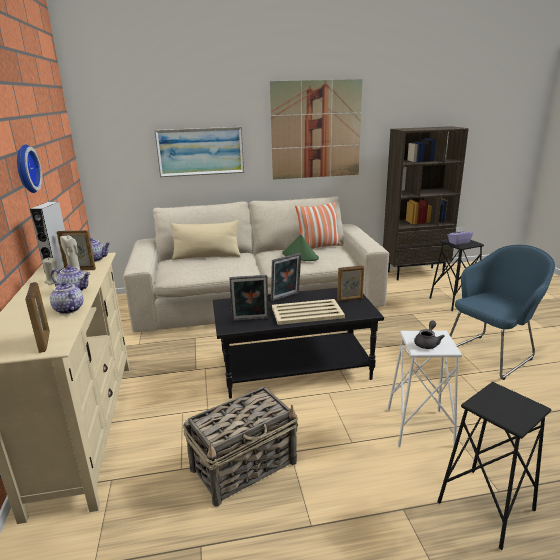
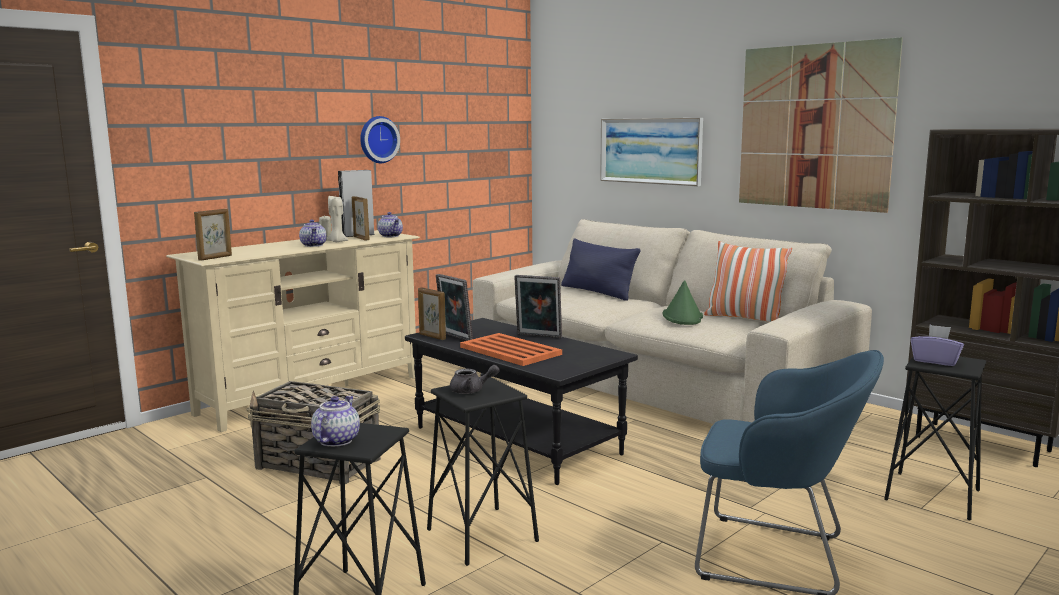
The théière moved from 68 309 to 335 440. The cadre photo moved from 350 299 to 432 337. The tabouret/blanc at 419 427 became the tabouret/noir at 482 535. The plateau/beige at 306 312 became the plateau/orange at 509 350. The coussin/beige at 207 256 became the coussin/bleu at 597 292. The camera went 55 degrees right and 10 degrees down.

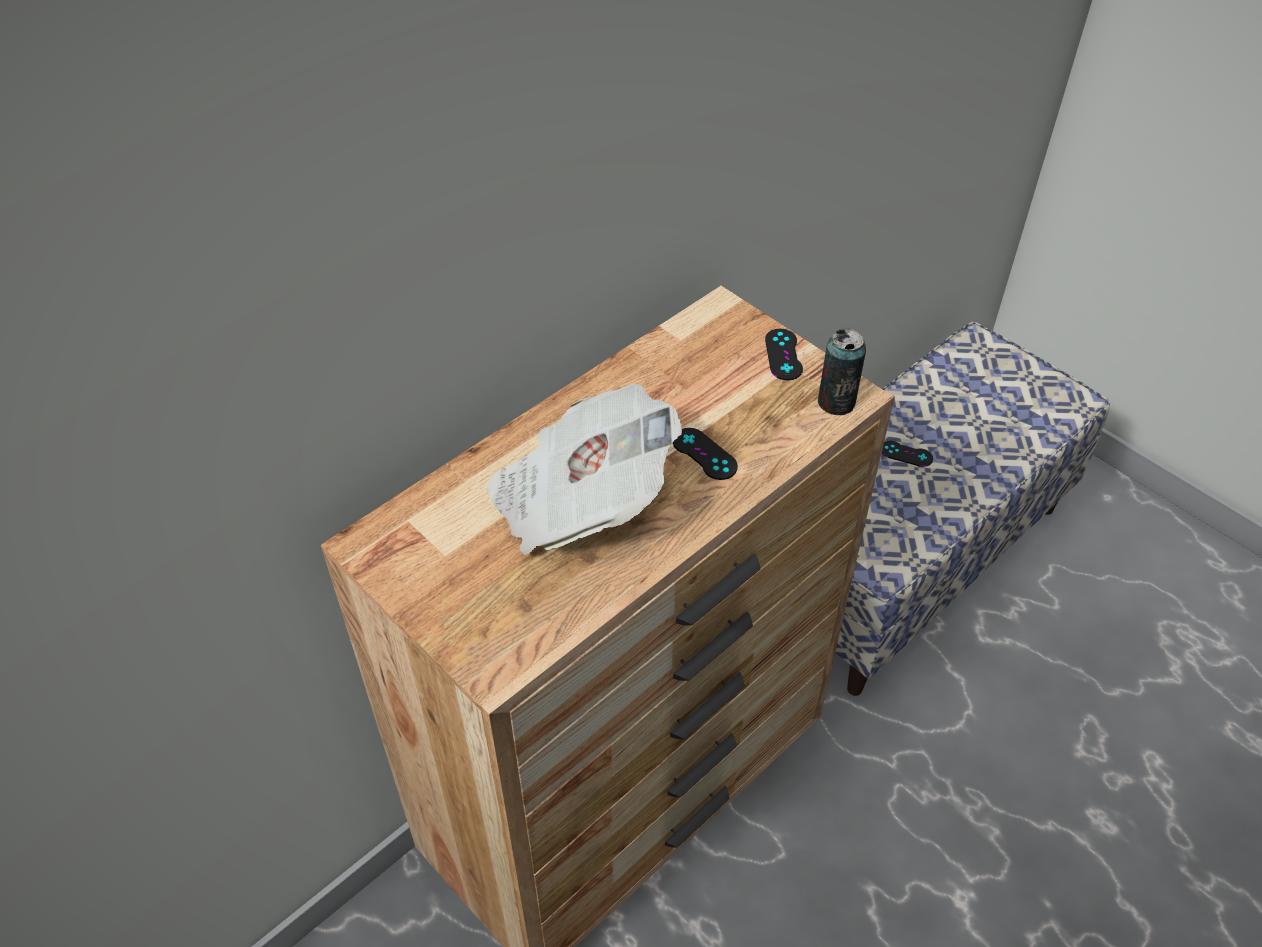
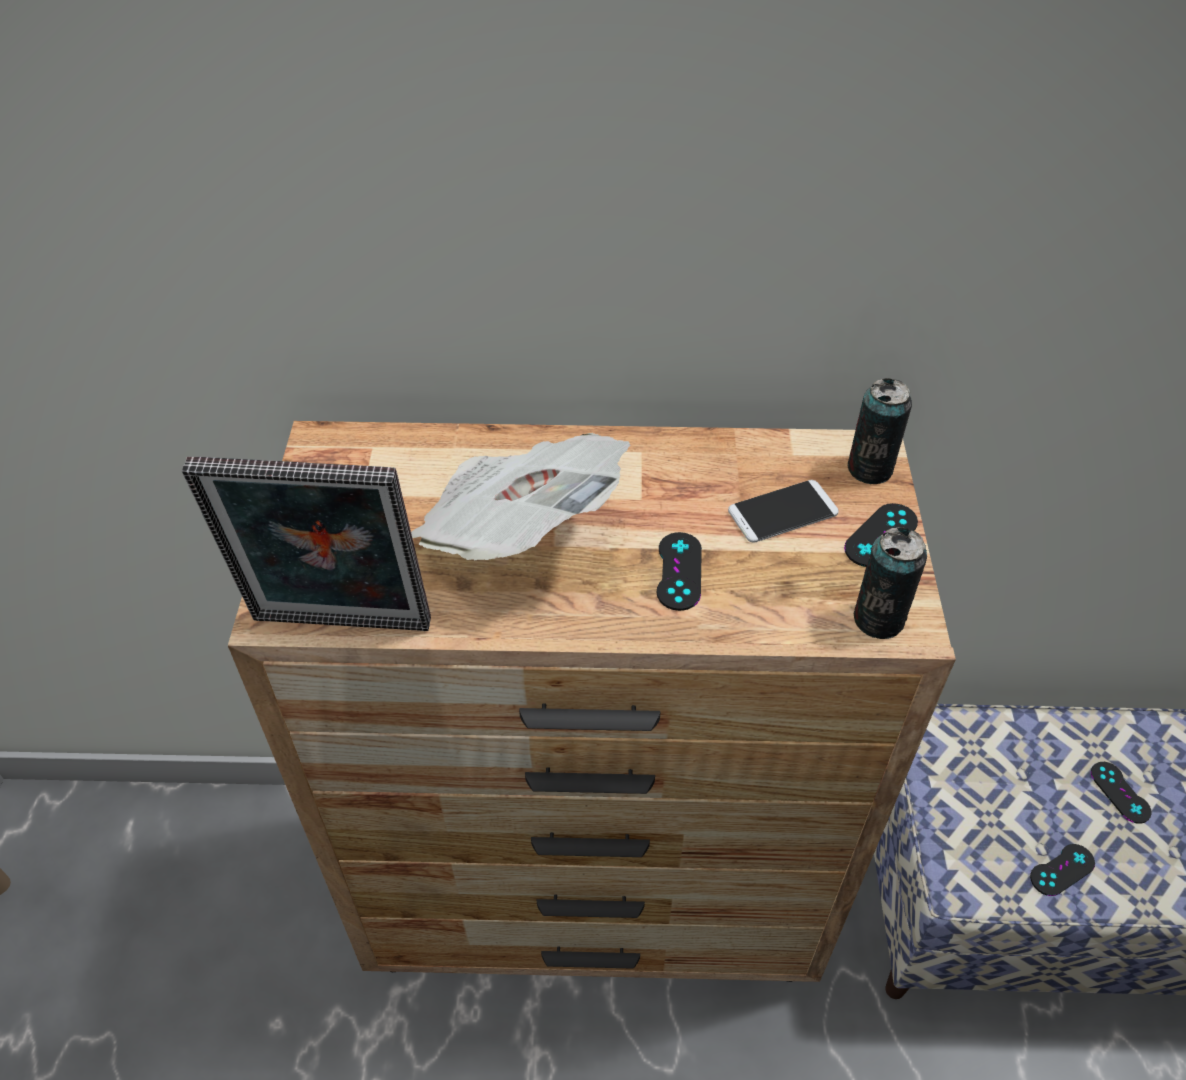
The cadre photo at 339 629 appeared. The téléphone at 782 512 appeared. The boîte métallique at 869 468 appeared. The manette/noir at 1062 870 appeared. The camera went 45 degrees right and 0 degrees up.

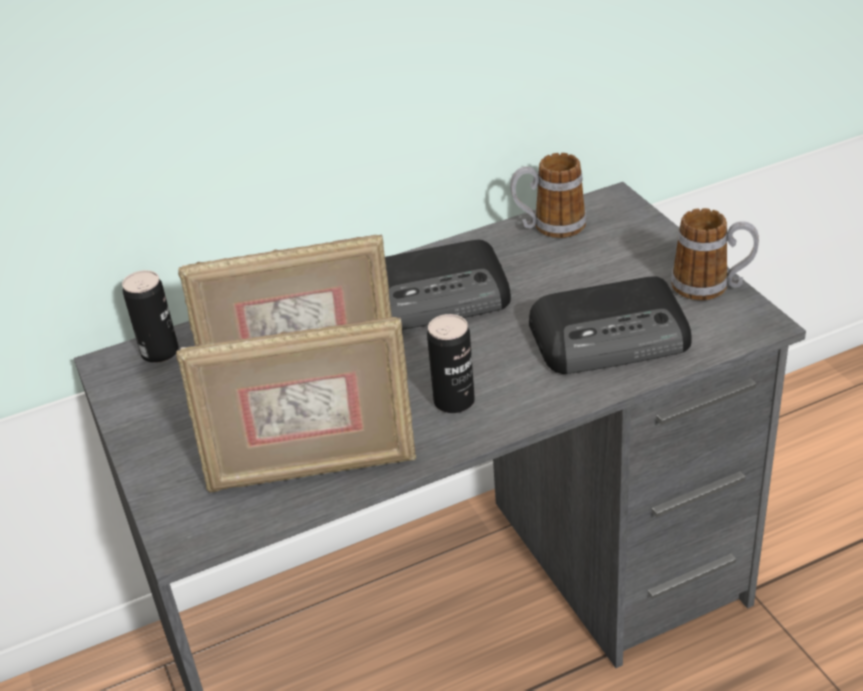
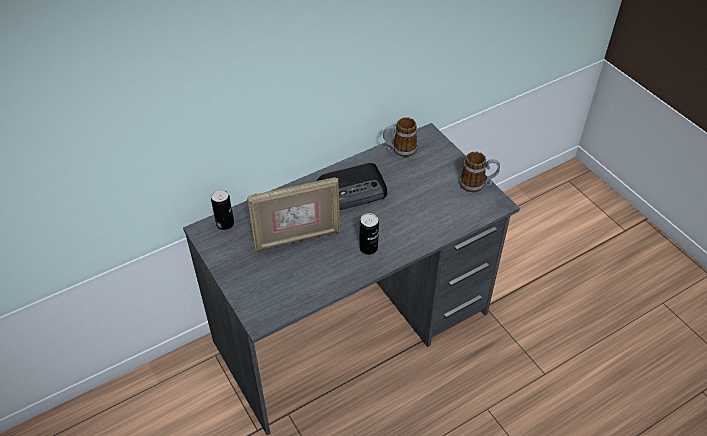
The cadre photo at 312 469 disappeared. The radio at 613 337 disappeared. The camera went 10 degrees left and 10 degrees up.

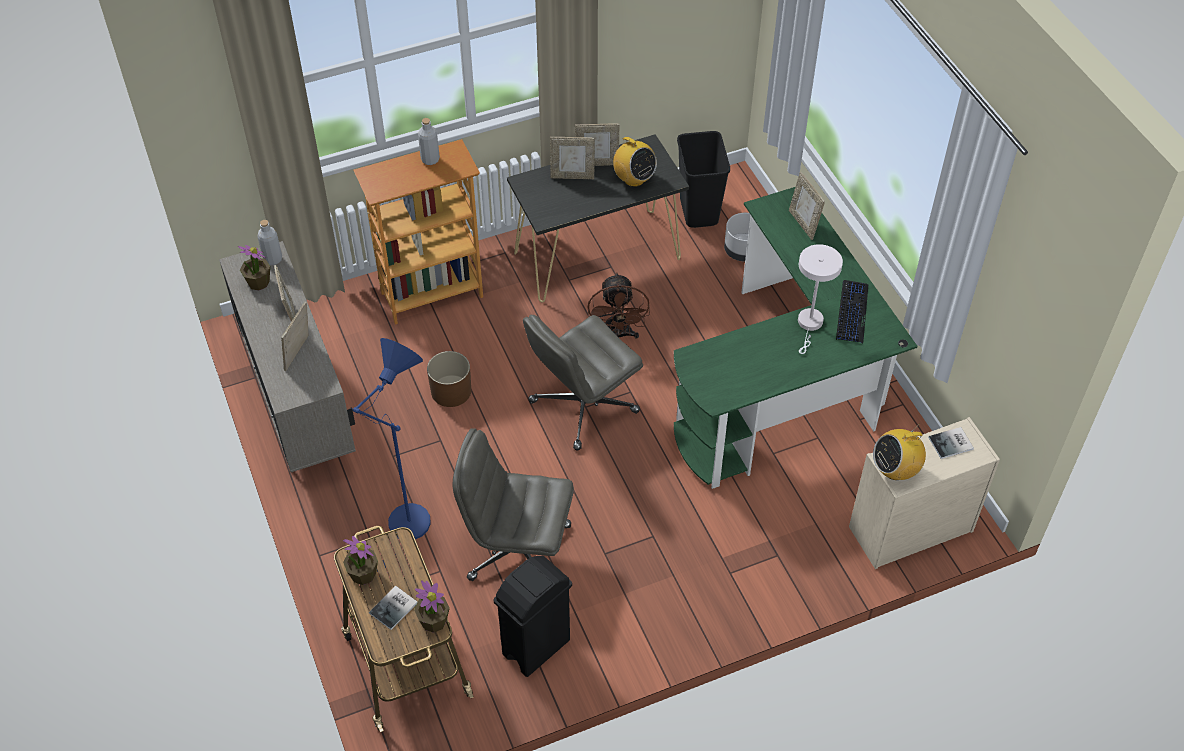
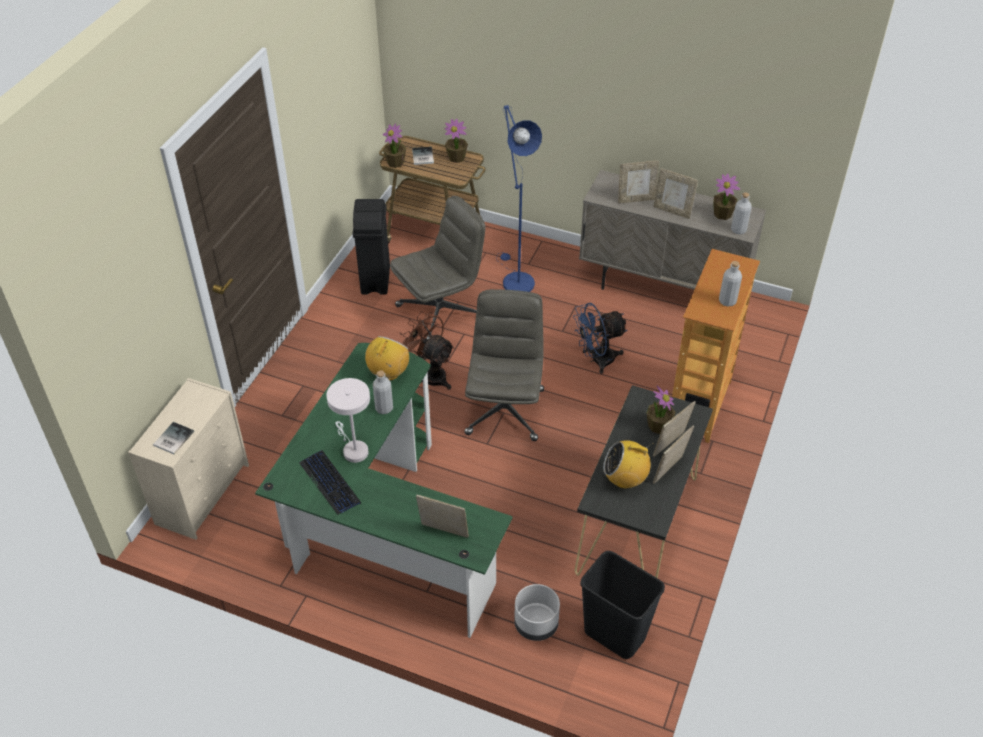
The radio moved from 895 470 to 388 373. The bouteille/gris at 384 408 appeared. The ventilateur/marron moved from 617 335 to 429 375. The cache-pot/marron at 451 391 was replaced by the ventilateur/bleu at 597 360. The cadre photo at 299 354 turned 105 degrees clockwise. The plante en pot at 658 426 appeared. The camera went 135 degrees right and 5 degrees down.

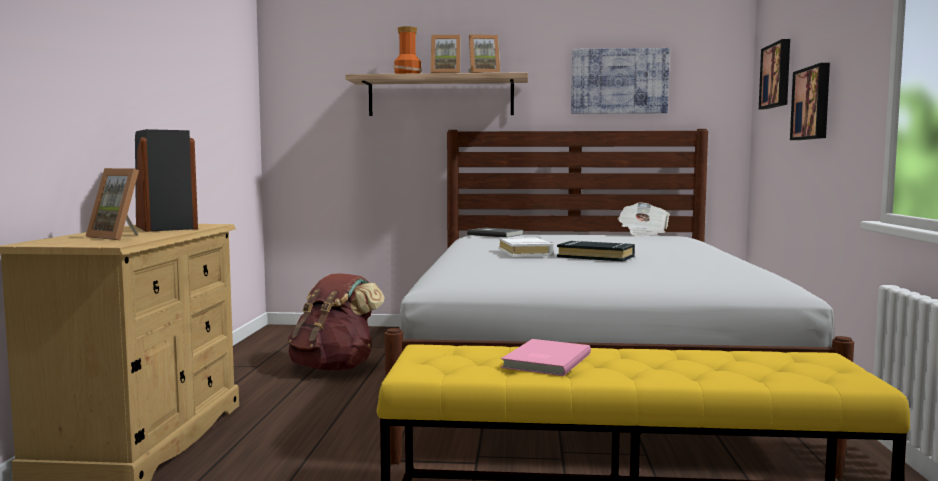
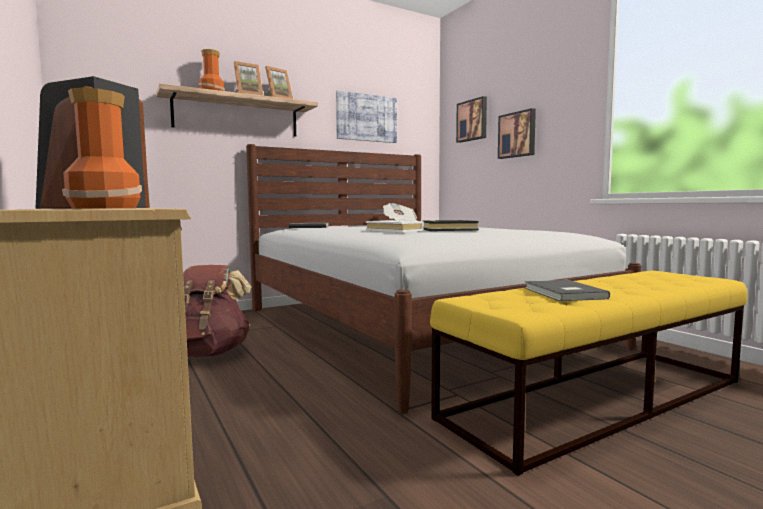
The cadre photo at 120 237 was replaced by the vase at 106 208. The livre/rose at 544 361 became the livre/gris at 563 293. The camera went 35 degrees left and 0 degrees up.

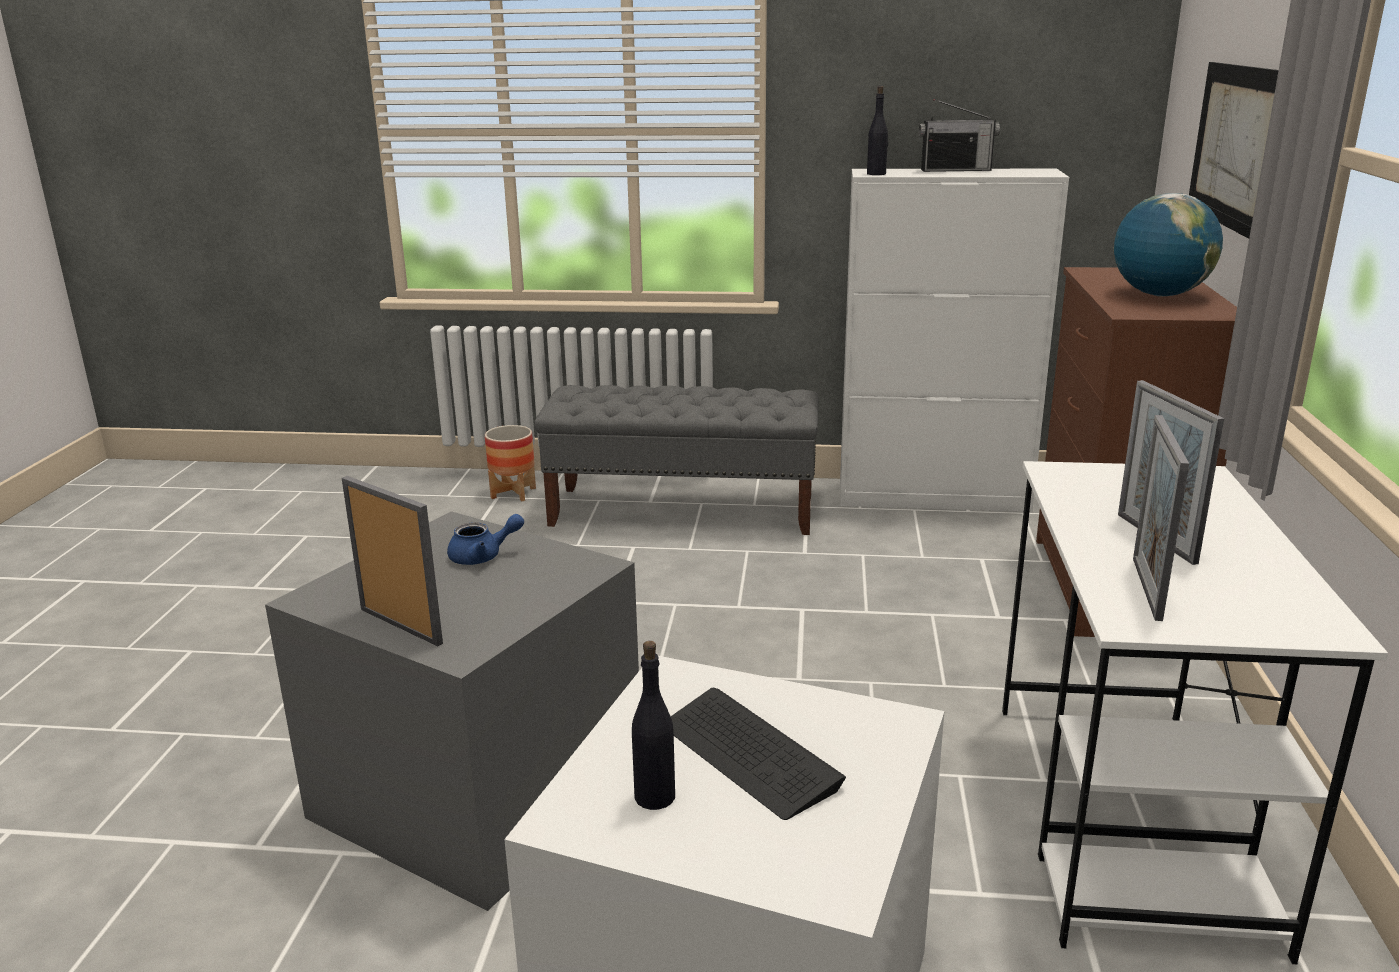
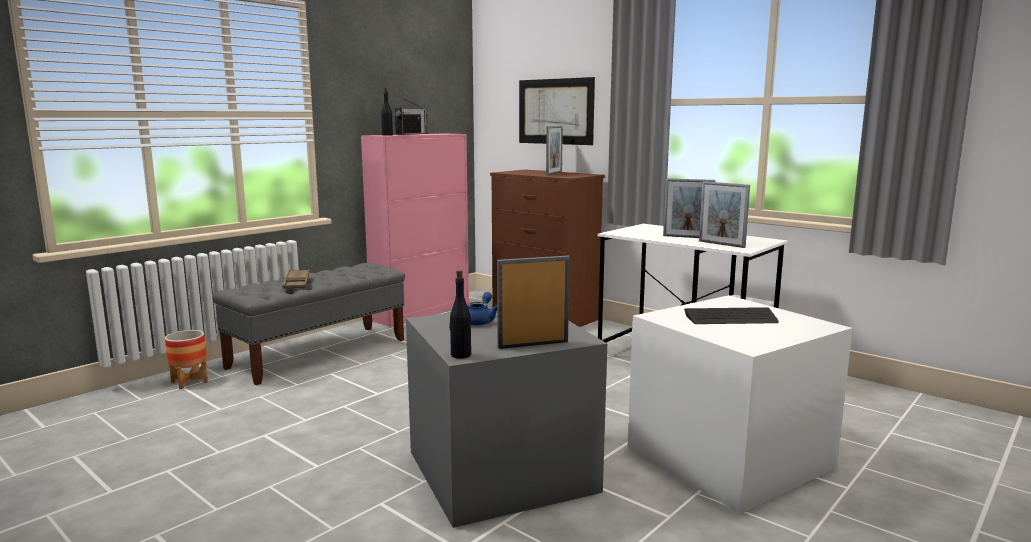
The plateau/marron at 296 283 appeared. The meuble de rangement/blanc at 934 497 became the meuble de rangement/rose at 422 312. The bouteille/noir moved from 654 796 to 460 355. The globe at 1159 295 was replaced by the cadre photo at 554 173. The camera went 55 degrees left and 10 degrees down.

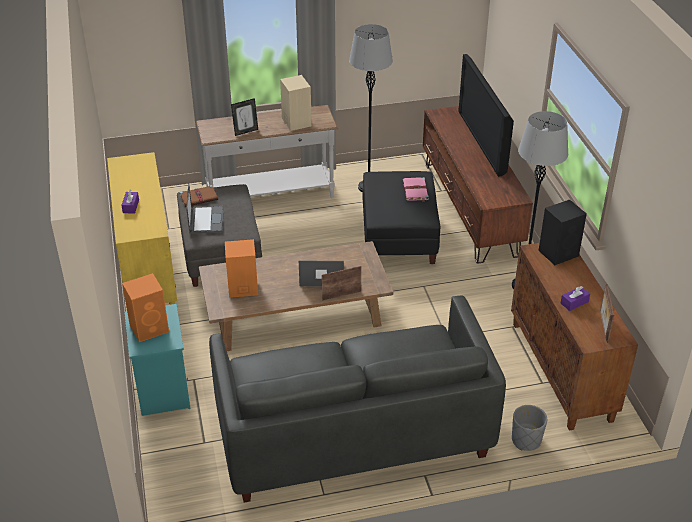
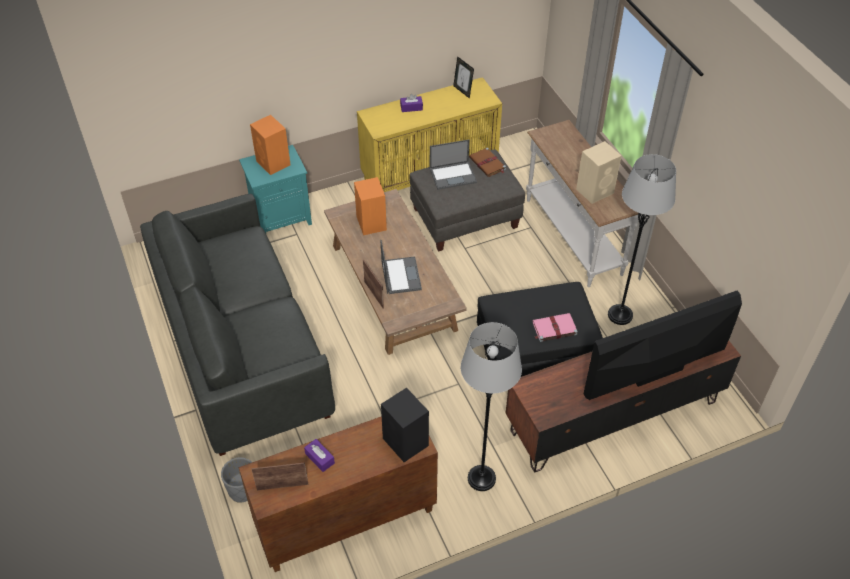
The cadre photo moved from 245 131 to 463 91. The camera went 80 degrees right and 10 degrees up.

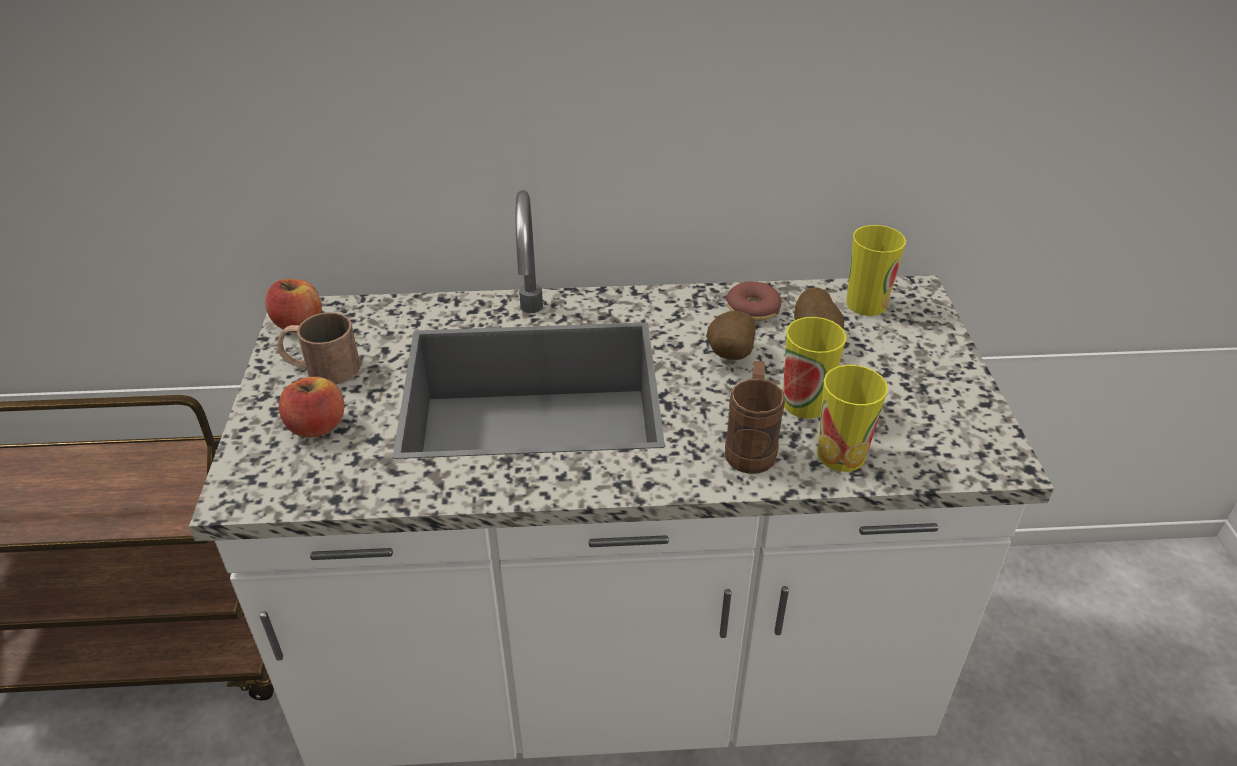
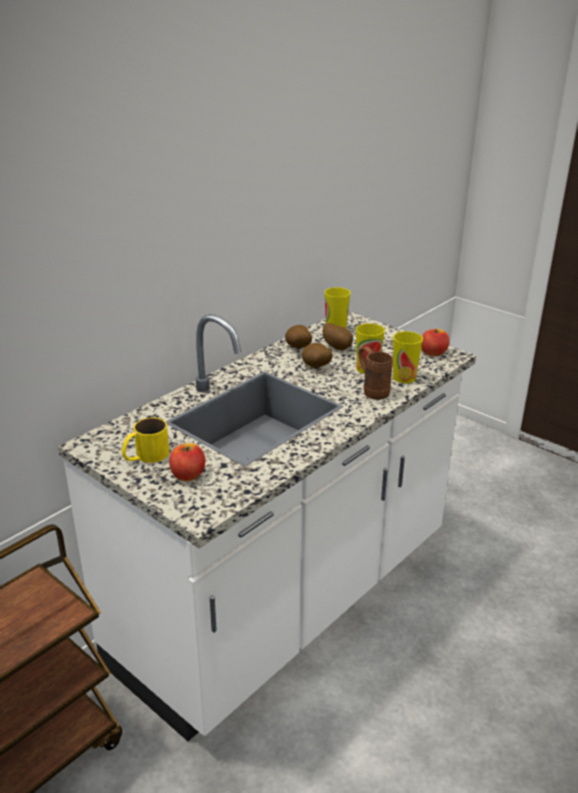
The mug/marron at 321 368 became the mug/jaune at 145 456. The beignet at 752 309 was replaced by the pomme de terre at 297 348. The pomme moved from 299 324 to 433 353. The camera went 45 degrees left and 10 degrees down.

